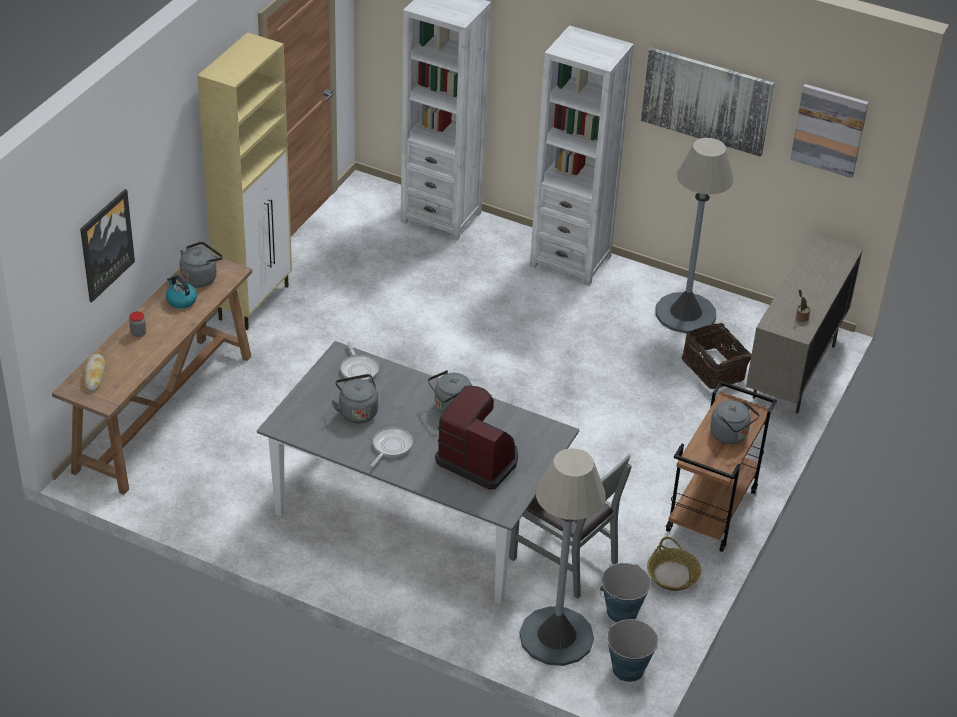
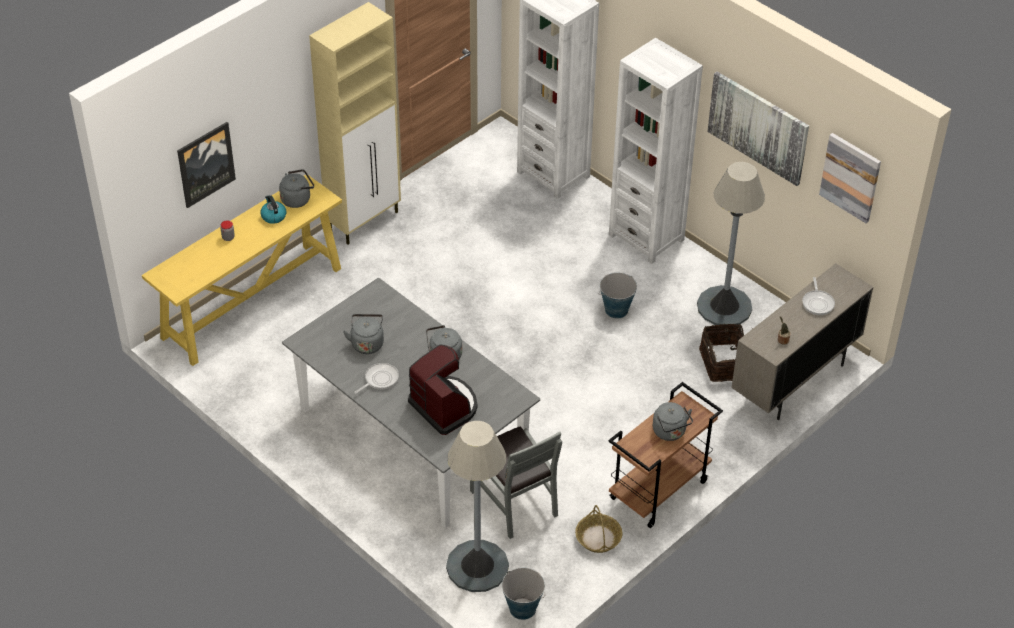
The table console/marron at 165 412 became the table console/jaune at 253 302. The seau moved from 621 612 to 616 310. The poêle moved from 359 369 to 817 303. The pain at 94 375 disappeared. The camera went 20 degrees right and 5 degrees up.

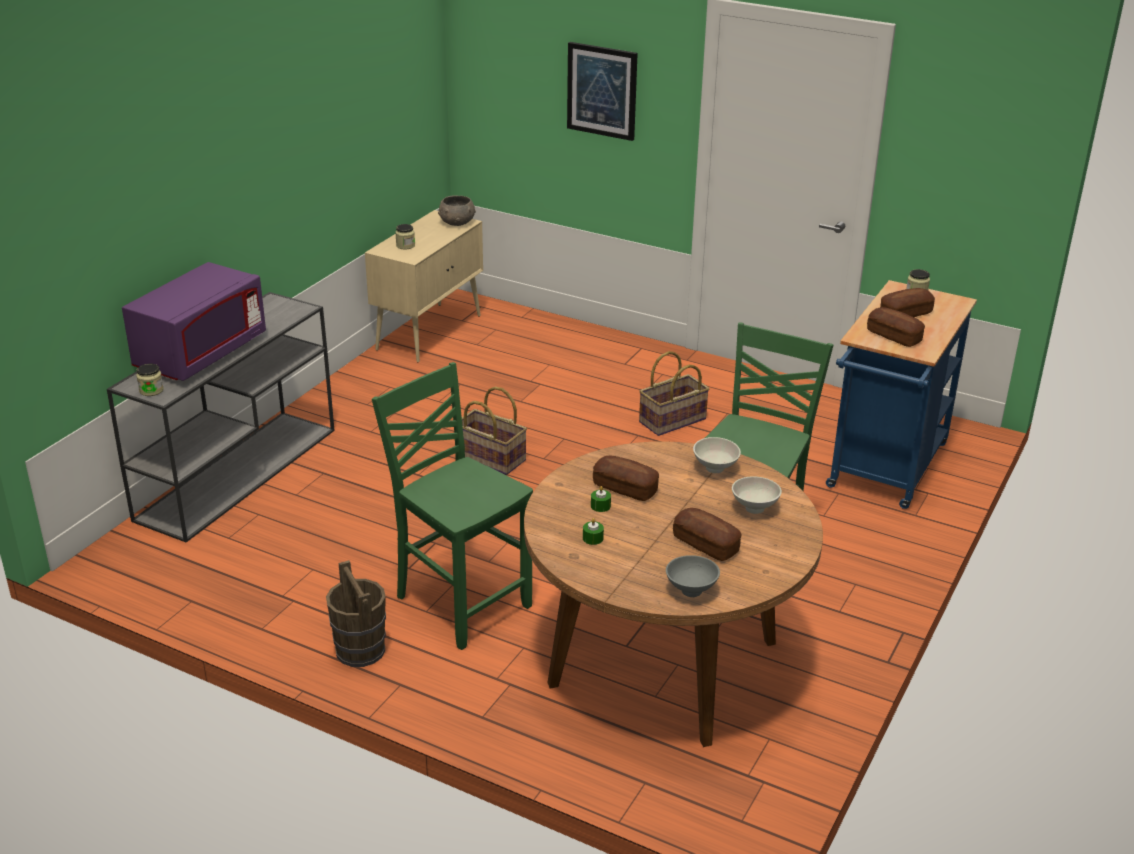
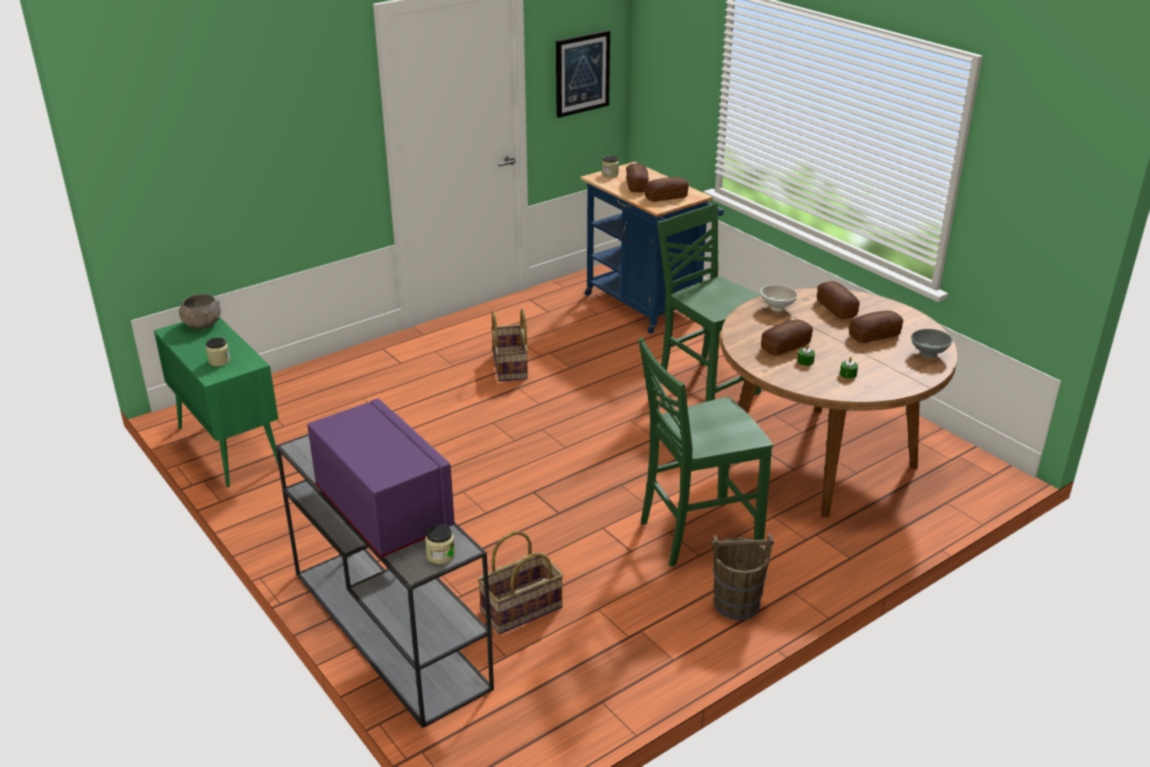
The meuble de rangement/beige at 429 332 became the meuble de rangement/vert at 228 447. The panier moved from 489 458 to 521 610. The tableau moved from 602 91 to 582 73. The bol/blanc at 753 508 was replaced by the pain at 836 308. The camera went 65 degrees left and 0 degrees up.

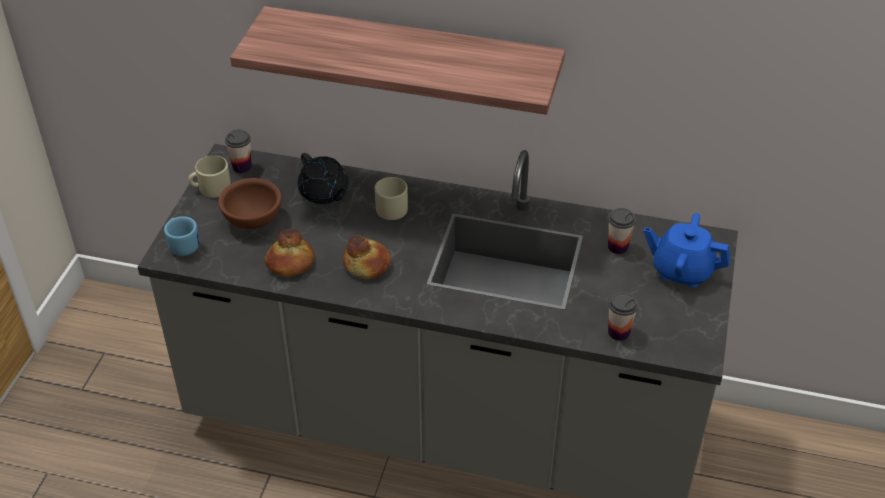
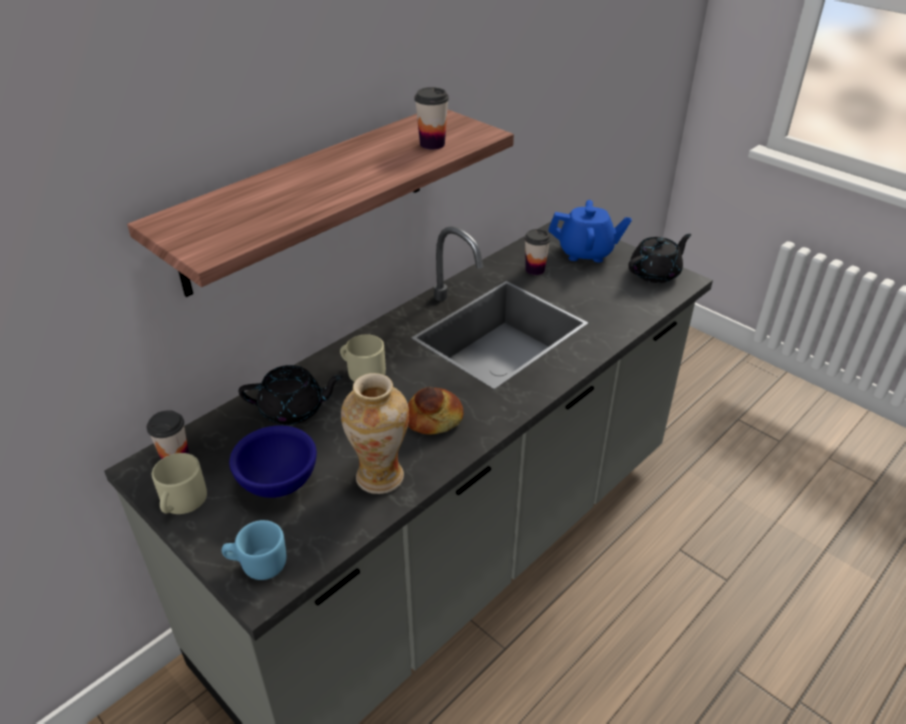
The bol/marron at 253 219 became the bol/bleu at 277 482. The pain at 290 263 was replaced by the vase at 380 476. The tasse moved from 618 332 to 432 144. The théière/bleu at 681 270 turned 135 degrees counterclockwise. The théière/noir at 655 273 appeared. The camera went 60 degrees left and 5 degrees down.

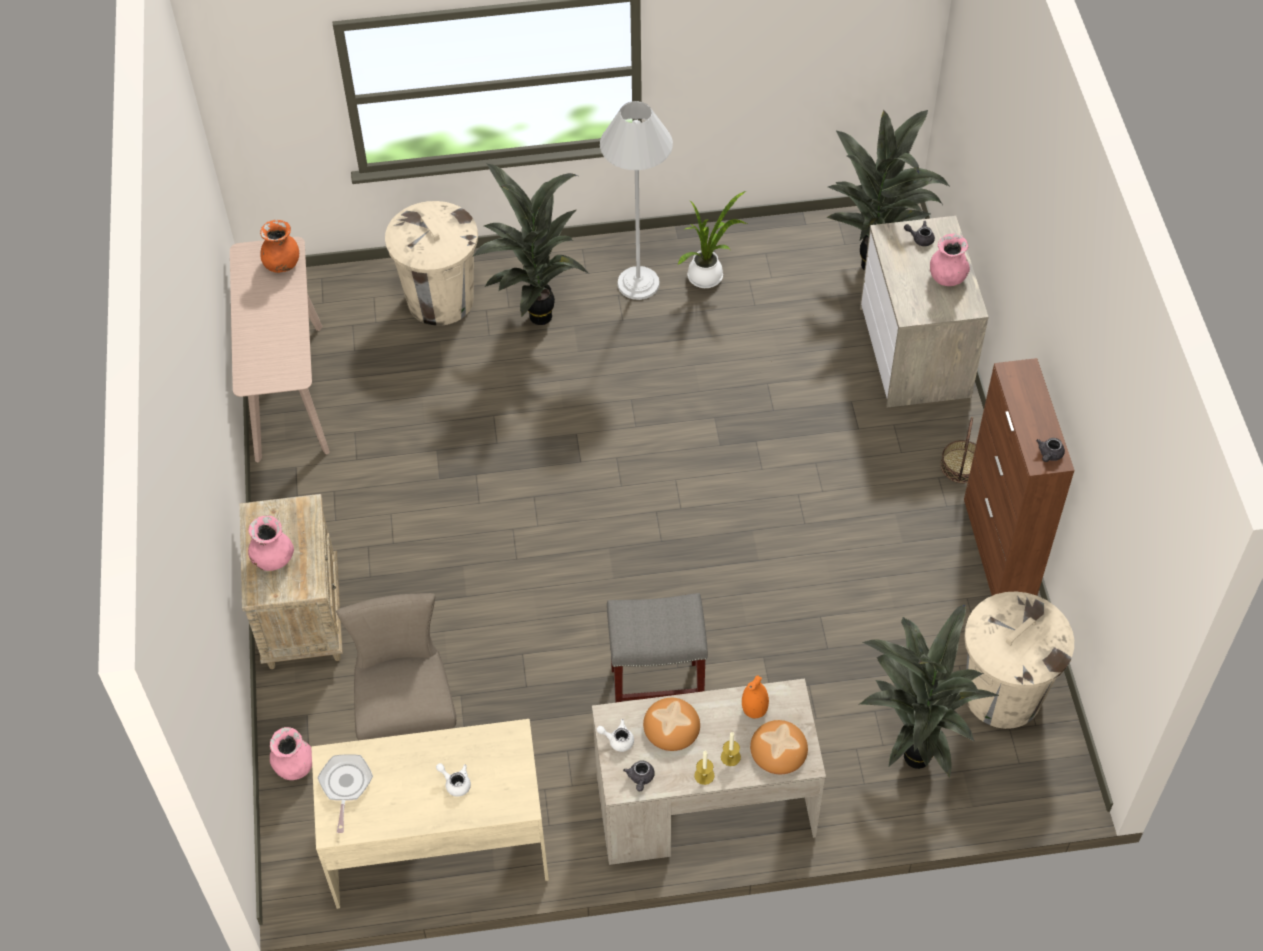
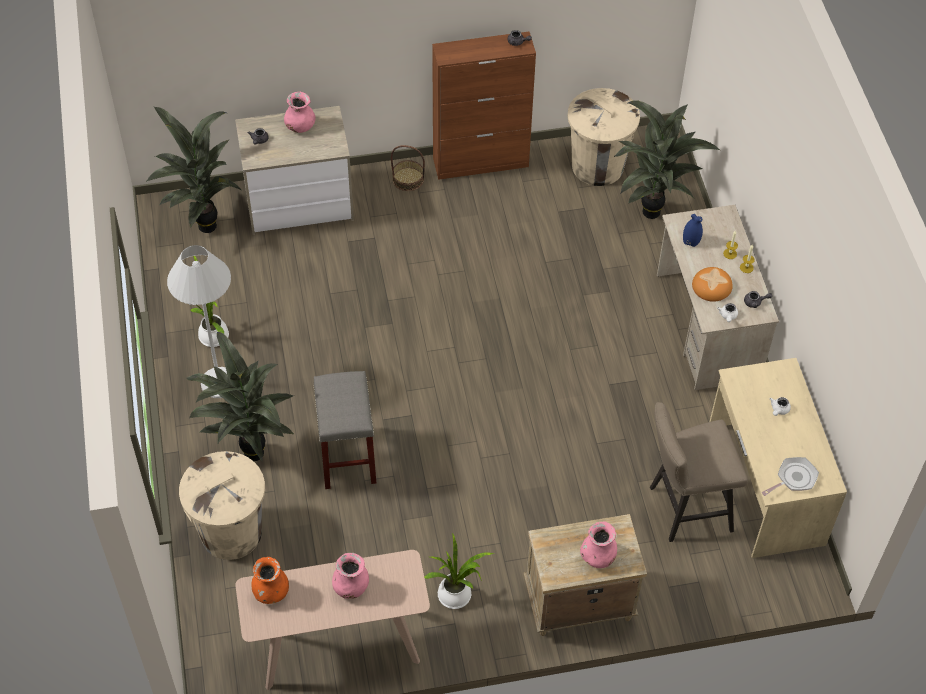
The tabouret/gris moved from 658 691 to 347 457. The vase/rose moved from 294 766 to 351 587. The plante en pot at 457 596 appeared. The vase/orange at 754 709 became the vase/bleu at 691 241. The poêle at 345 786 turned 150 degrees clockwise. The pain at 778 749 disappeared. The camera went 95 degrees left and 0 degrees up.

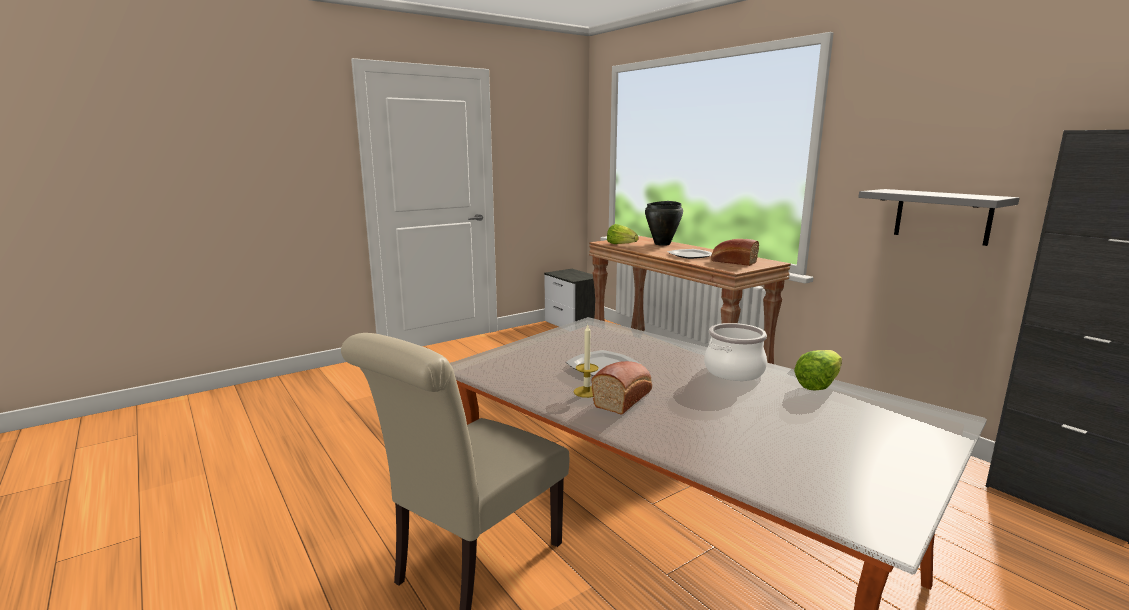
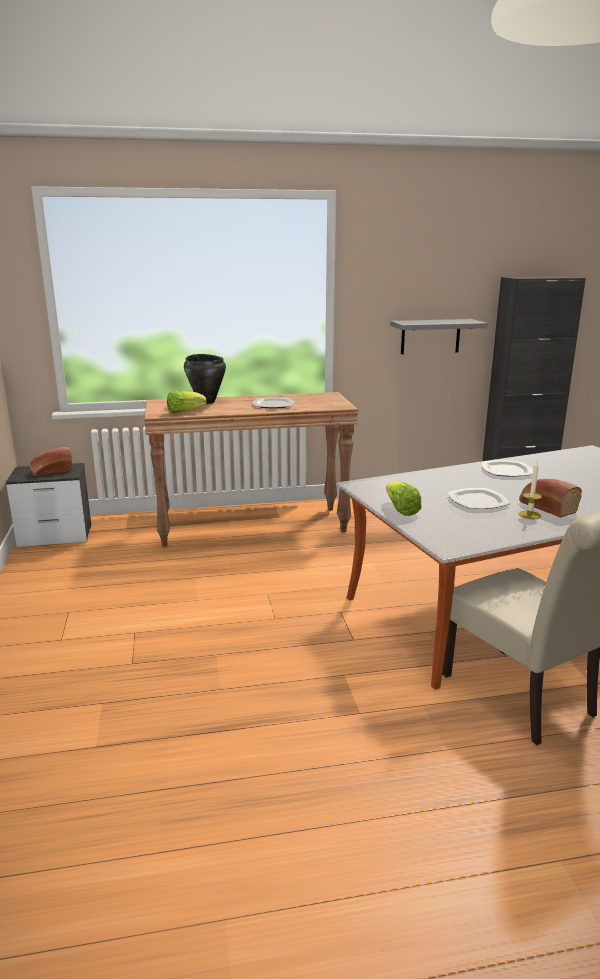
The pain moved from 732 262 to 51 471. The laitue moved from 818 384 to 400 510. The marmite at 733 371 was replaced by the assiette at 506 470. The camera went 65 degrees left and 5 degrees up.

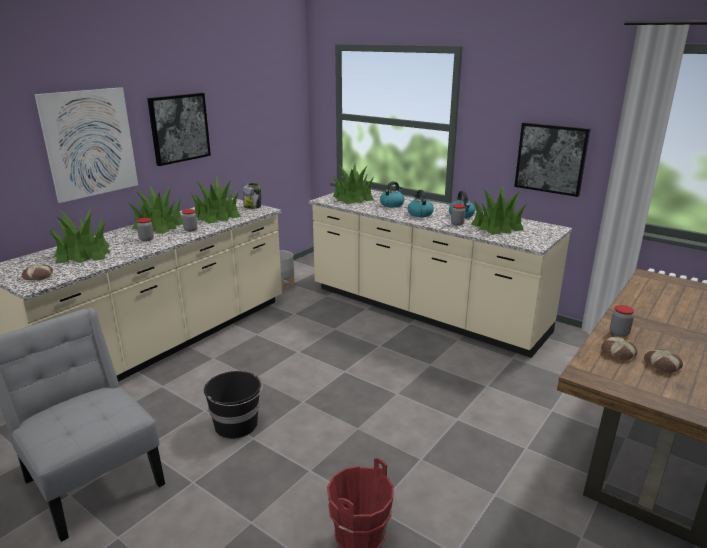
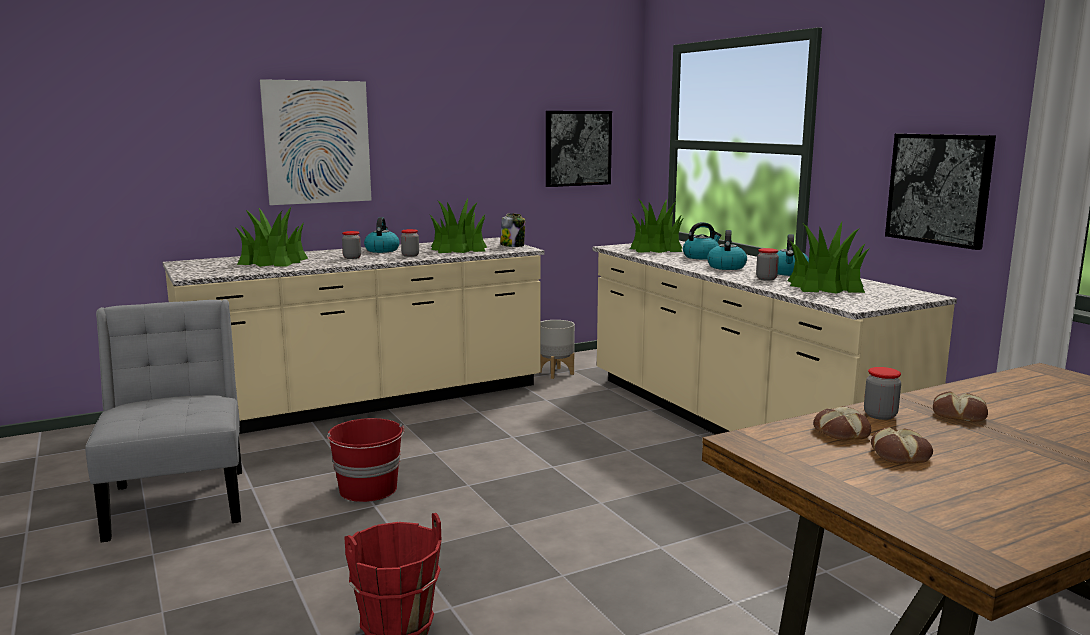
The seau/noir at 237 425 became the seau/rouge at 369 489. The plante en pot at 159 226 was replaced by the bouilloire at 382 250. The tableau moved from 179 128 to 577 148. The pain moved from 38 276 to 959 414. The camera went 25 degrees right and 10 degrees down.

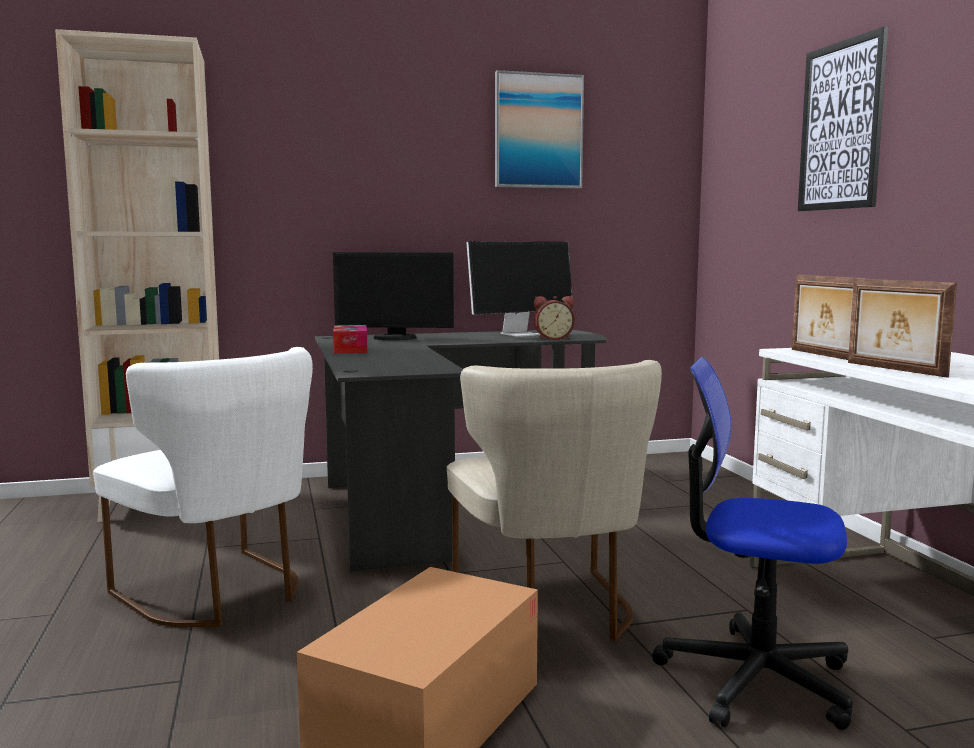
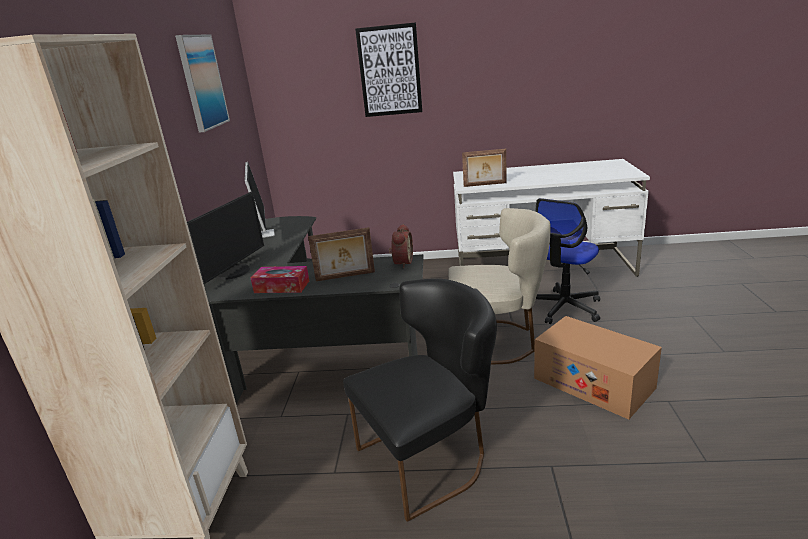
The cadre photo moved from 894 369 to 345 277. The chaise/blanc at 221 593 became the chaise/noir at 431 457. The réveil moved from 553 339 to 401 262. The camera went 70 degrees left and 15 degrees up.

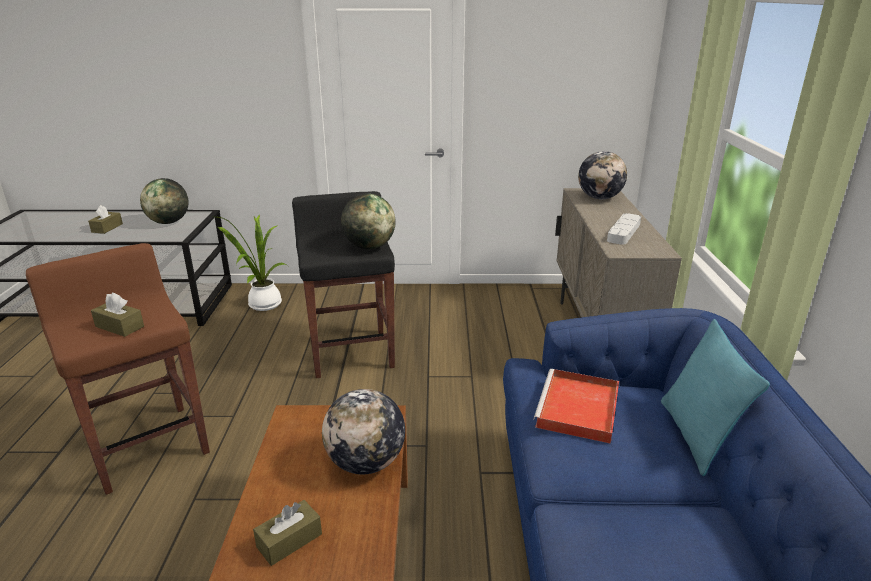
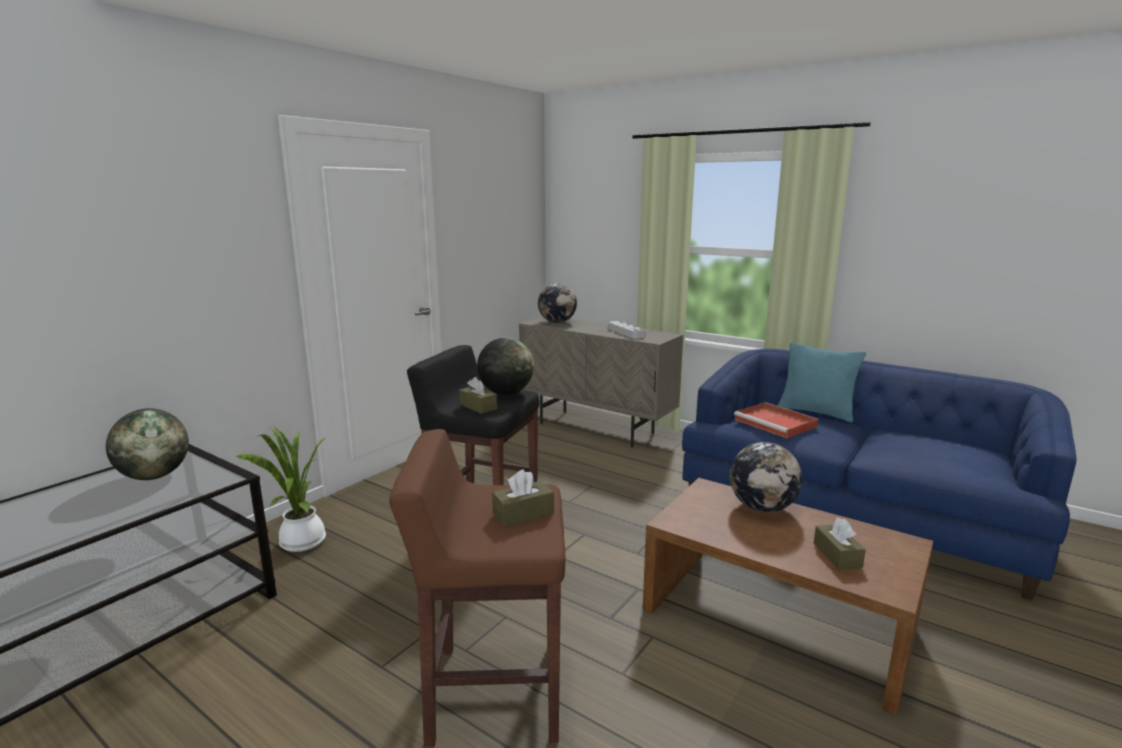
The boîte à mouchoirs/marron moved from 107 228 to 478 407. The camera went 55 degrees left and 10 degrees down.

